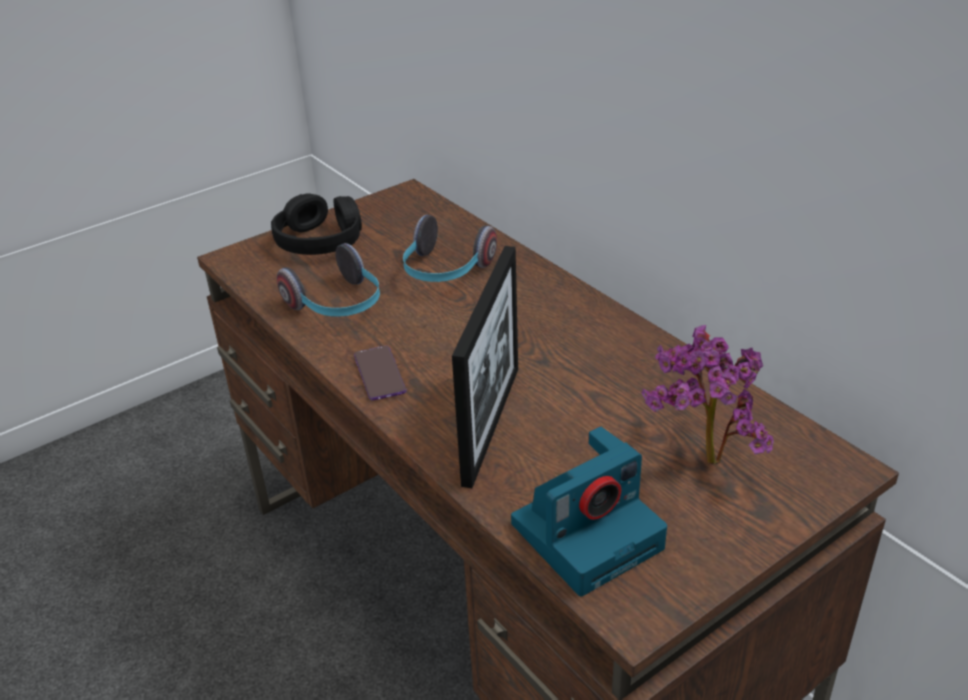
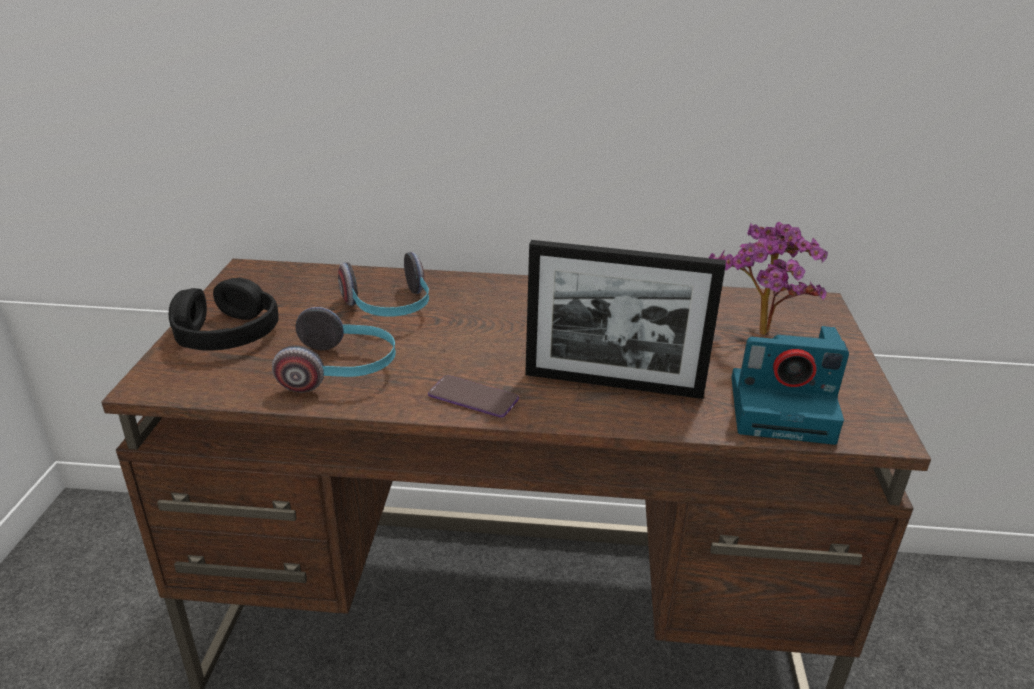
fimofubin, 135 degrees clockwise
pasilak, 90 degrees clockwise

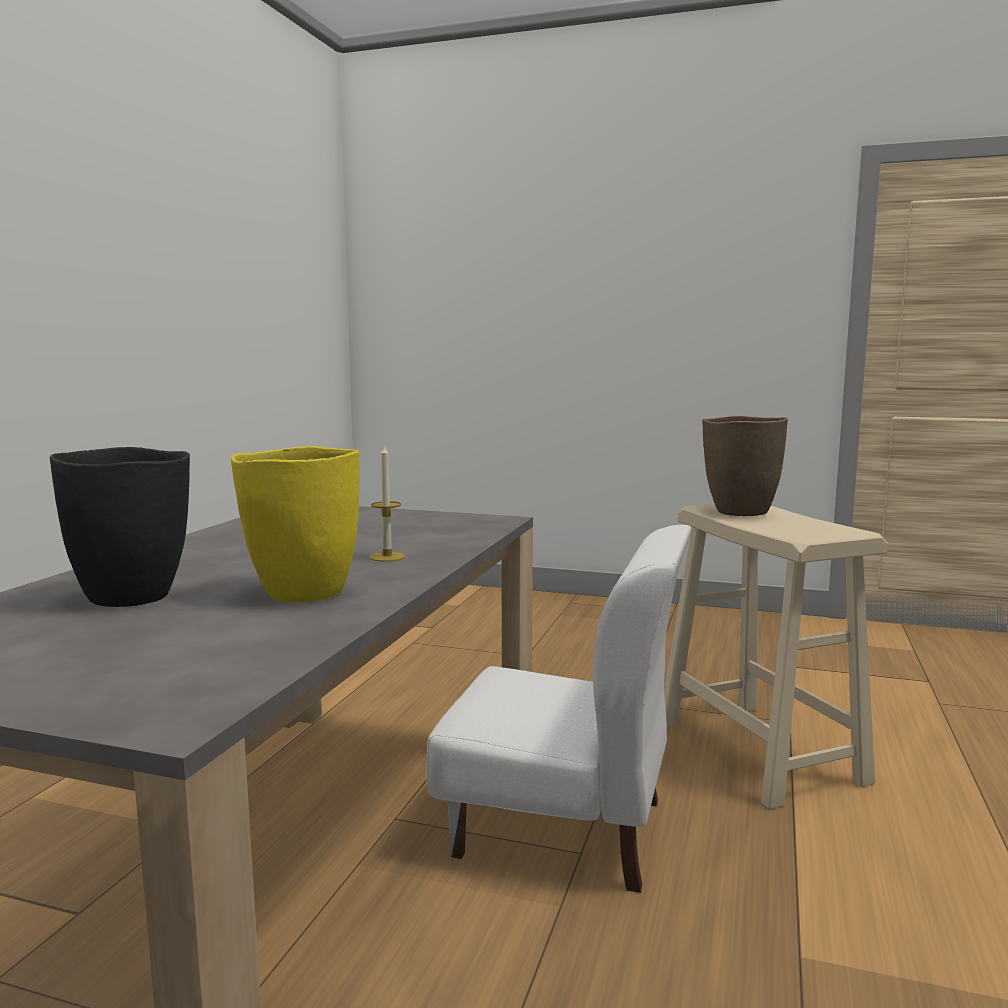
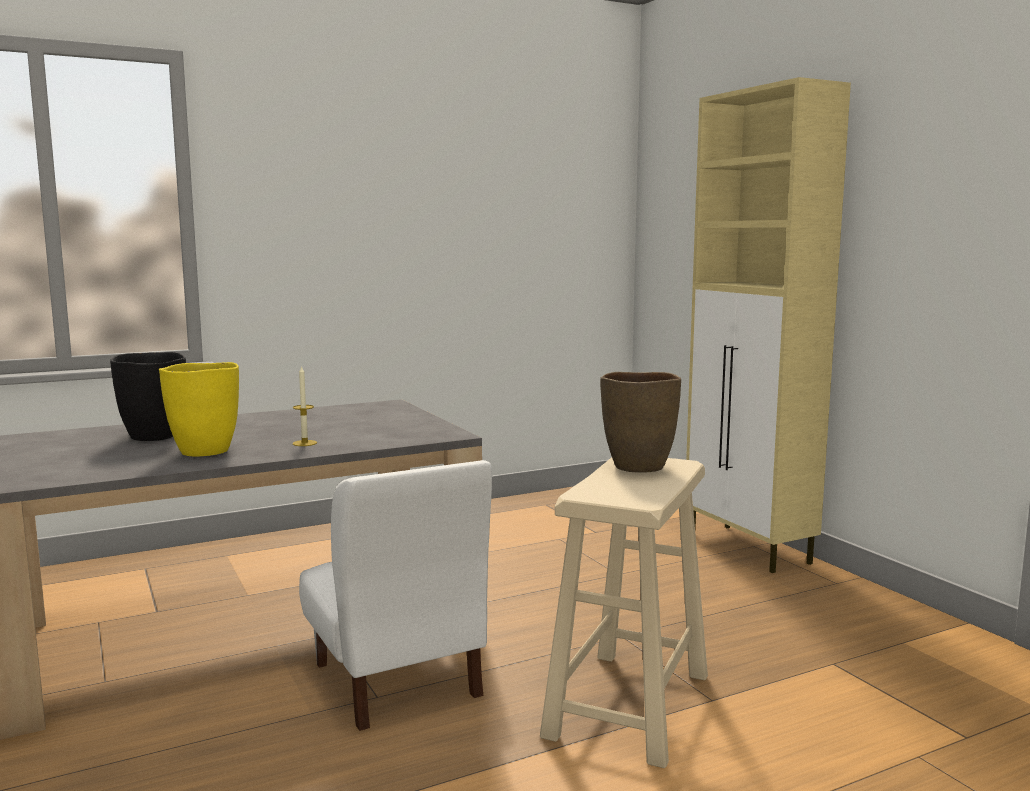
none -> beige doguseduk

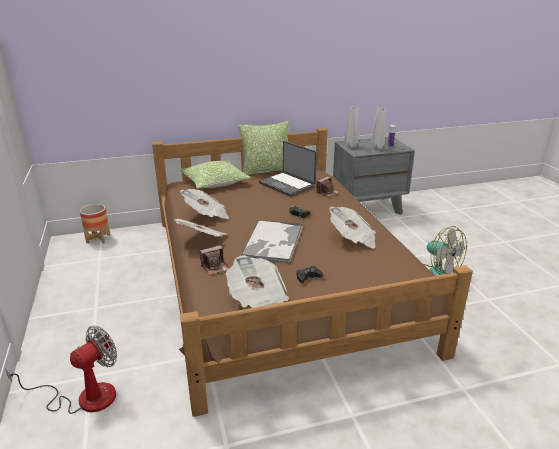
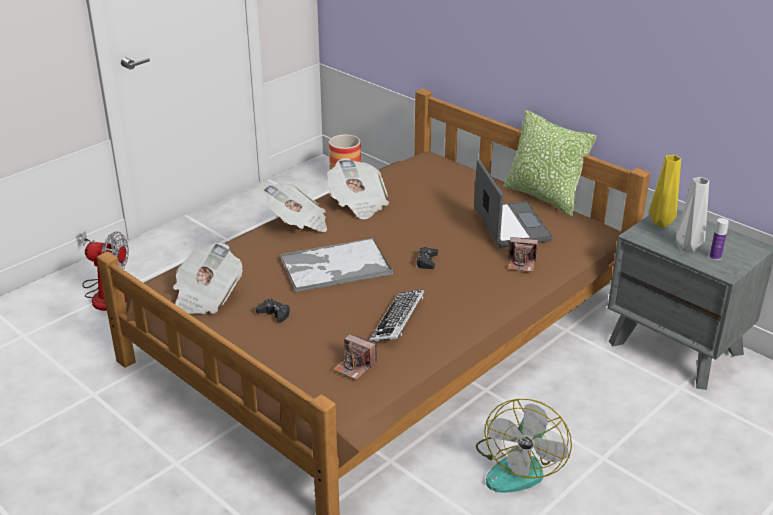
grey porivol (no. 1 from left) -> yellow porivol
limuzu, 150 degrees clockwise
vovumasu (no. 1 from left) -> none
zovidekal (no. 4 from left) -> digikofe
pasilak (no. 1 from left), relocated

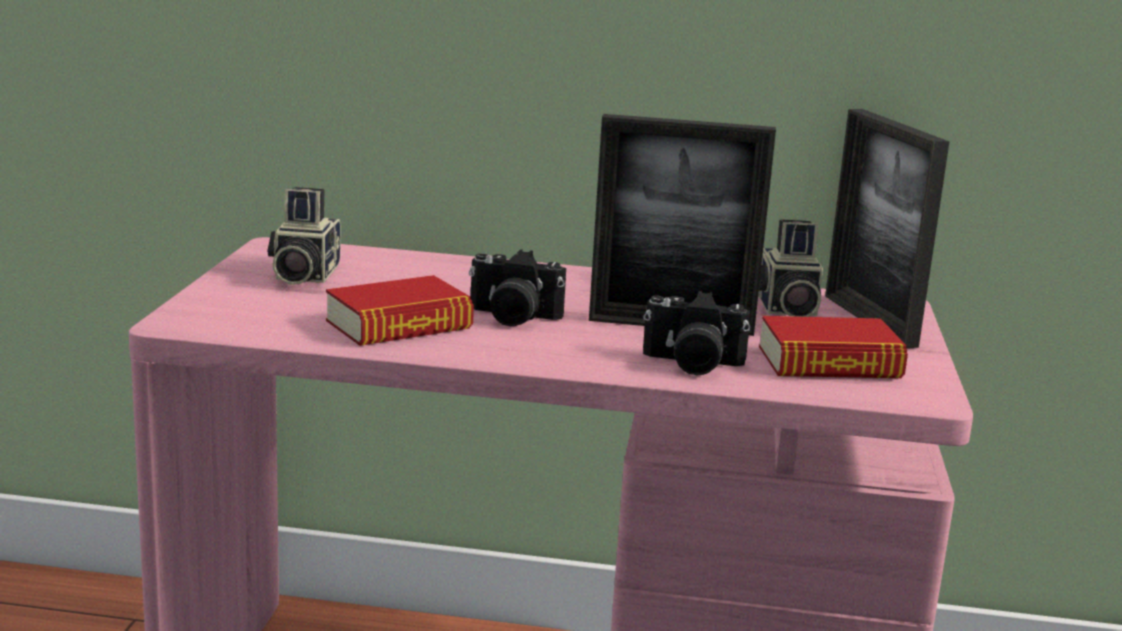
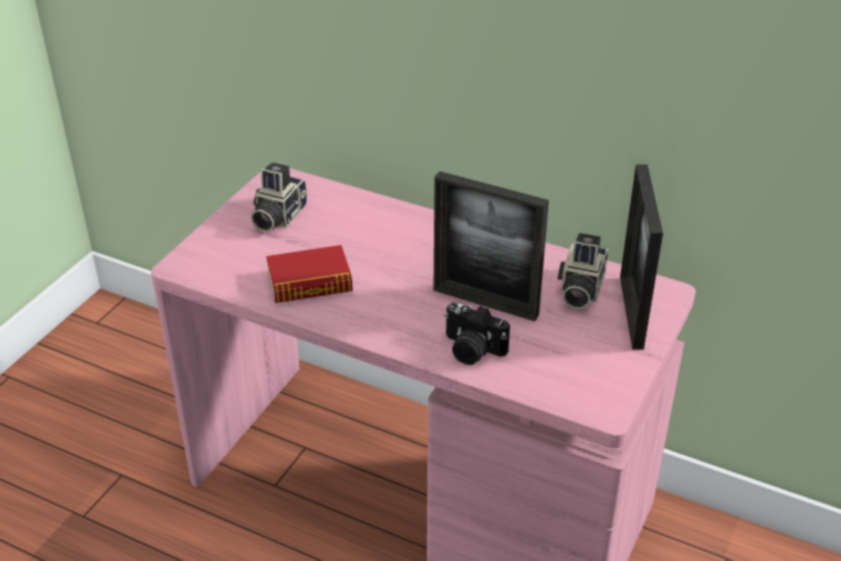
pasilak (no. 2 from left) -> none
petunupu (no. 2 from left) -> none

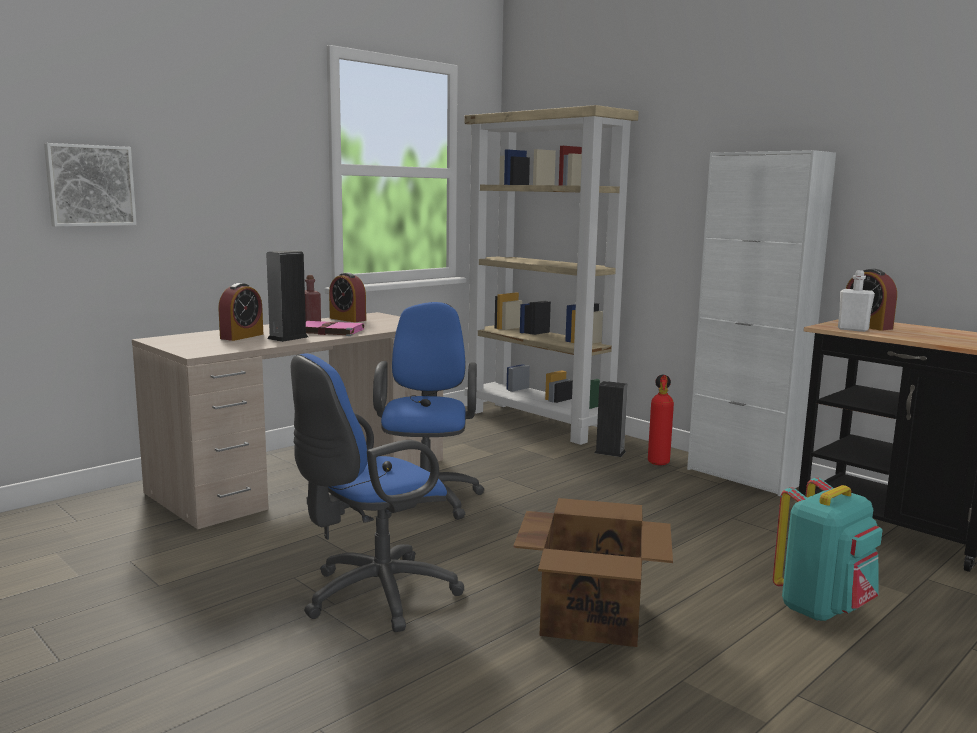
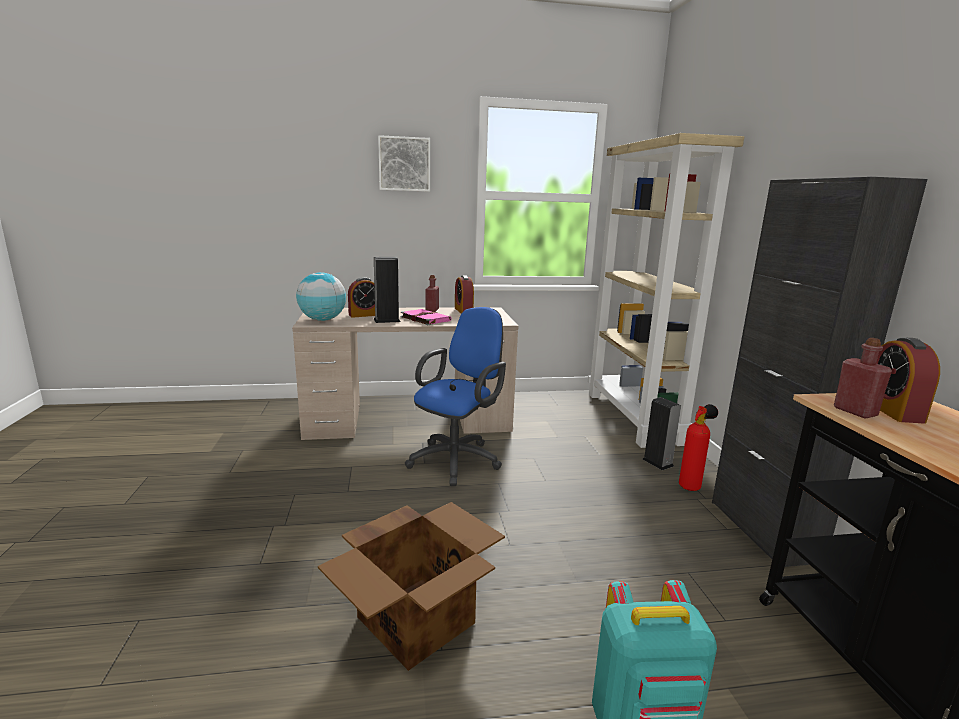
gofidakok, relocated
white doguseduk -> black doguseduk
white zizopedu -> red zizopedu (no. 2 from left)
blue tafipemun (no. 1 from left) -> none
none -> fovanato

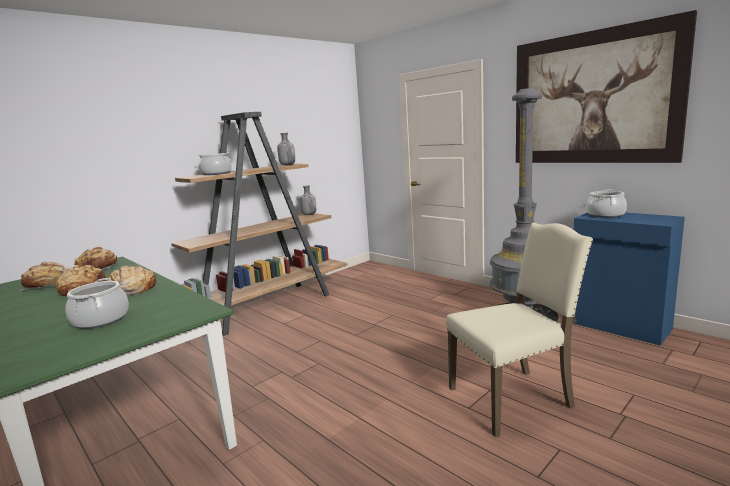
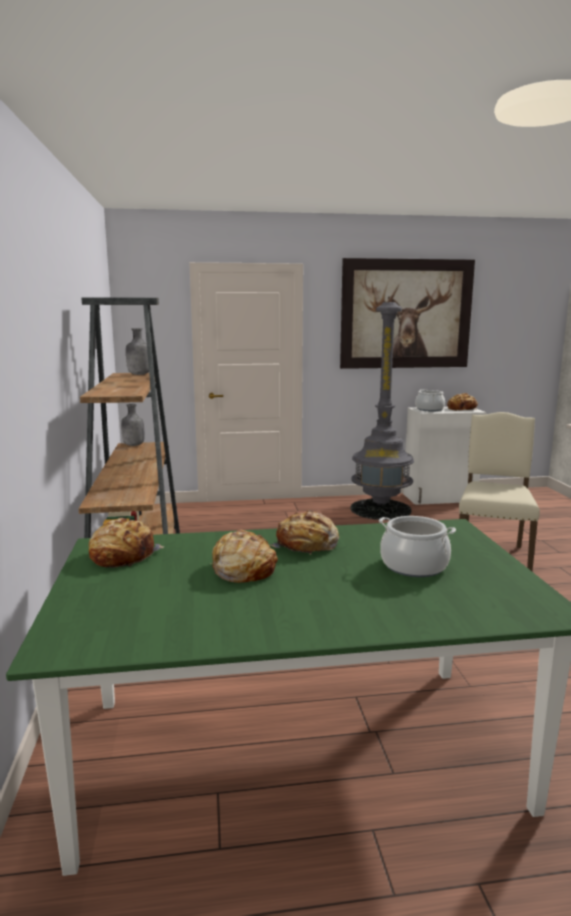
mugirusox (no. 2 from left) -> none
blue doguseduk -> white doguseduk
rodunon (no. 1 from left in the first image) -> rodunon (no. 4 from left), relocated

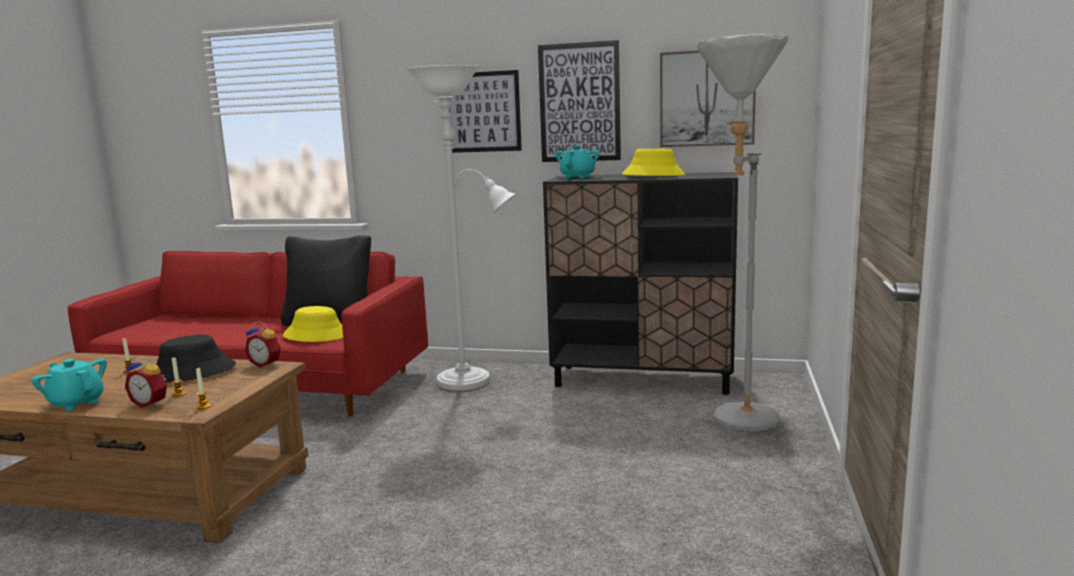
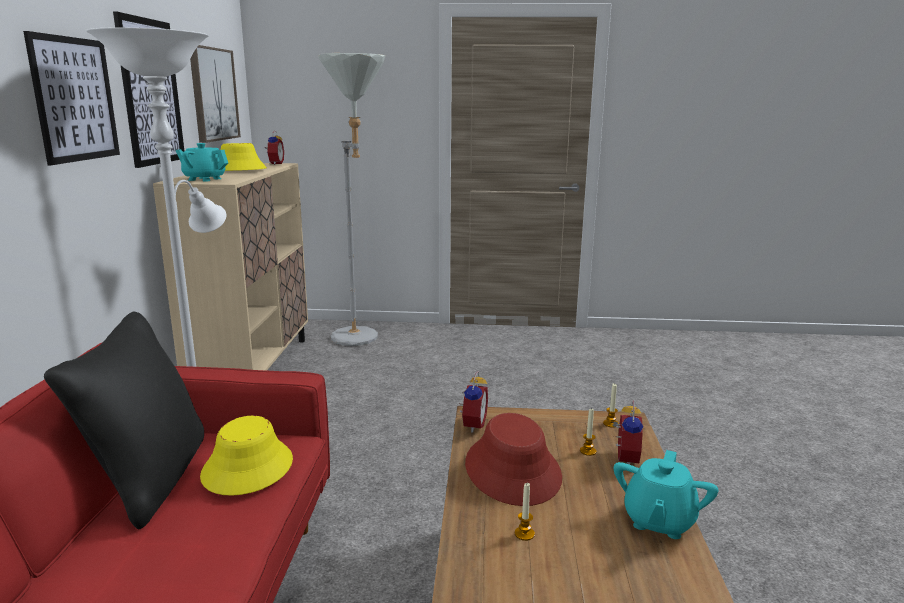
black doguseduk -> beige doguseduk
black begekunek -> red begekunek
none -> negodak (no. 1 from left)

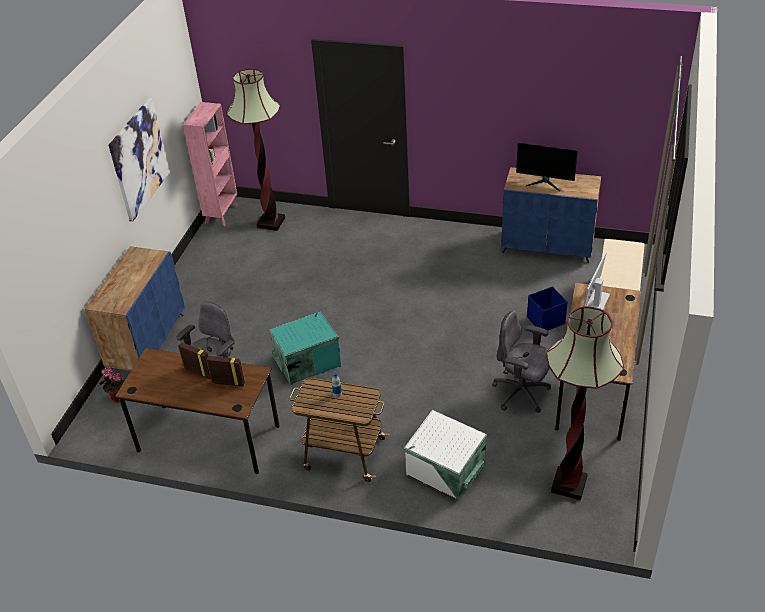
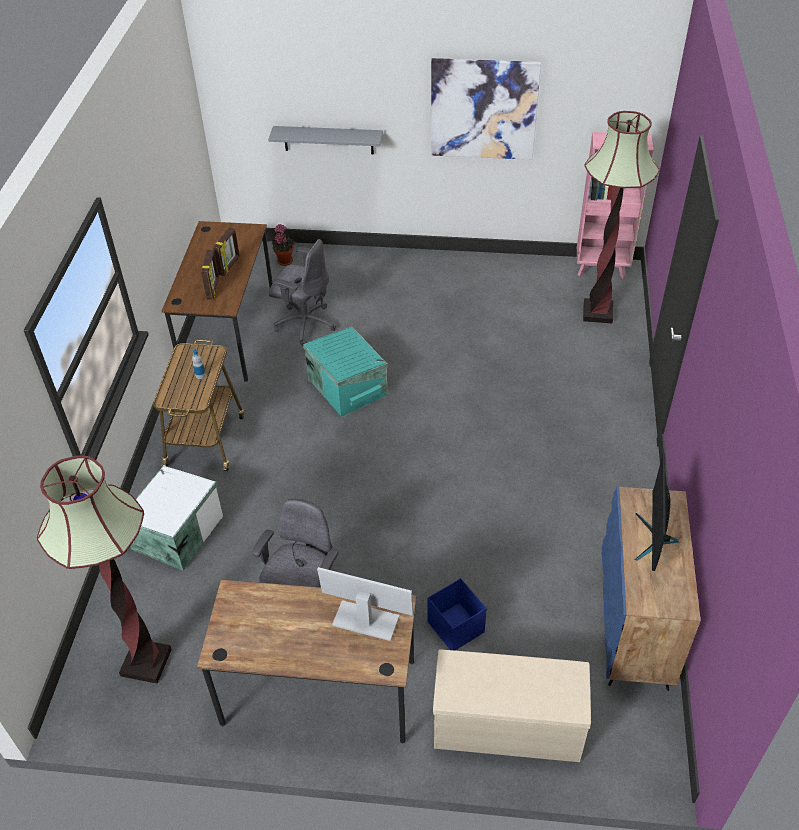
blue doguseduk (no. 1 from left) -> none
none -> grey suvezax

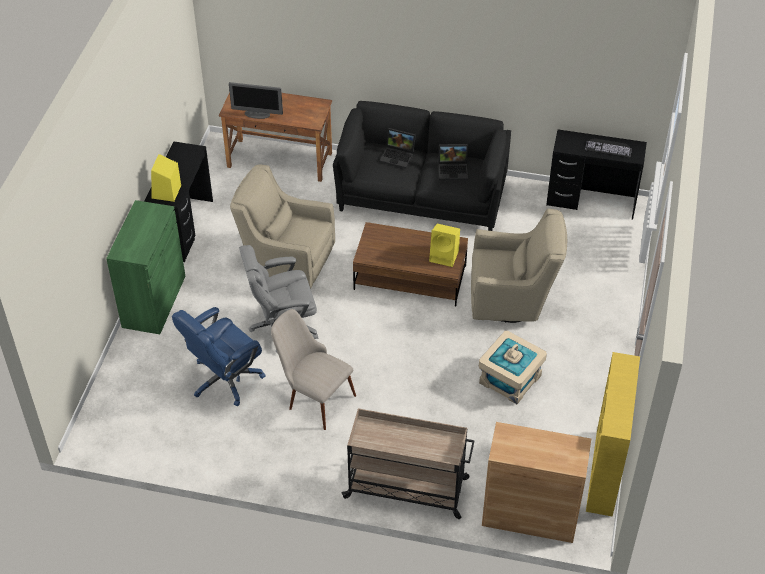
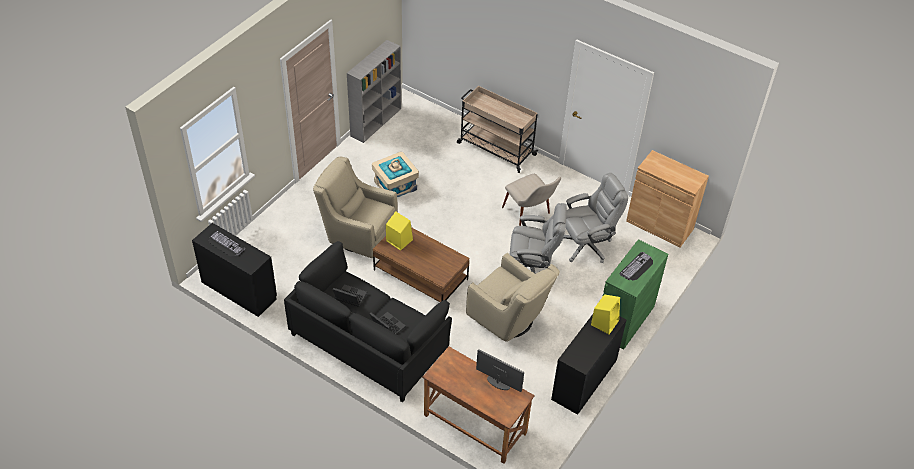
blue tafipemun -> grey tafipemun (no. 2 from left)
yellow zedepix -> grey zedepix
brown doguseduk, relocated
none -> digikofe (no. 2 from left)

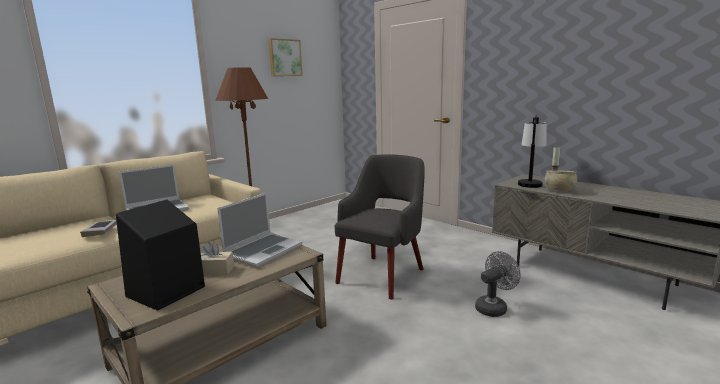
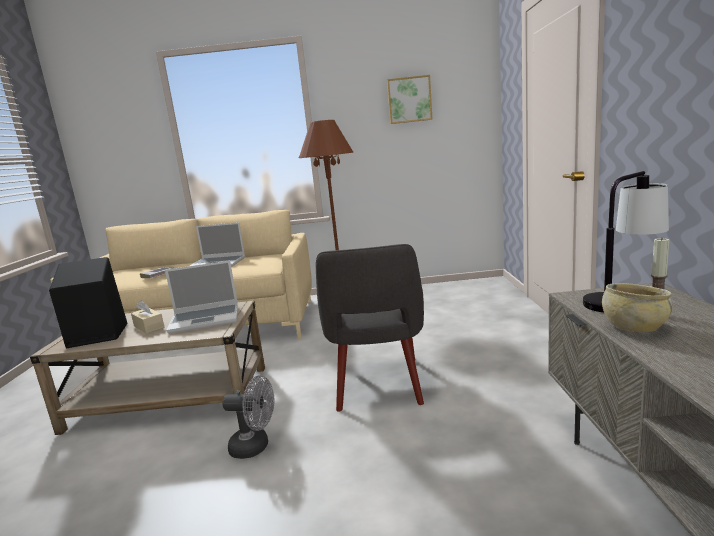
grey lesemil, 105 degrees clockwise
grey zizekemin, relocated

